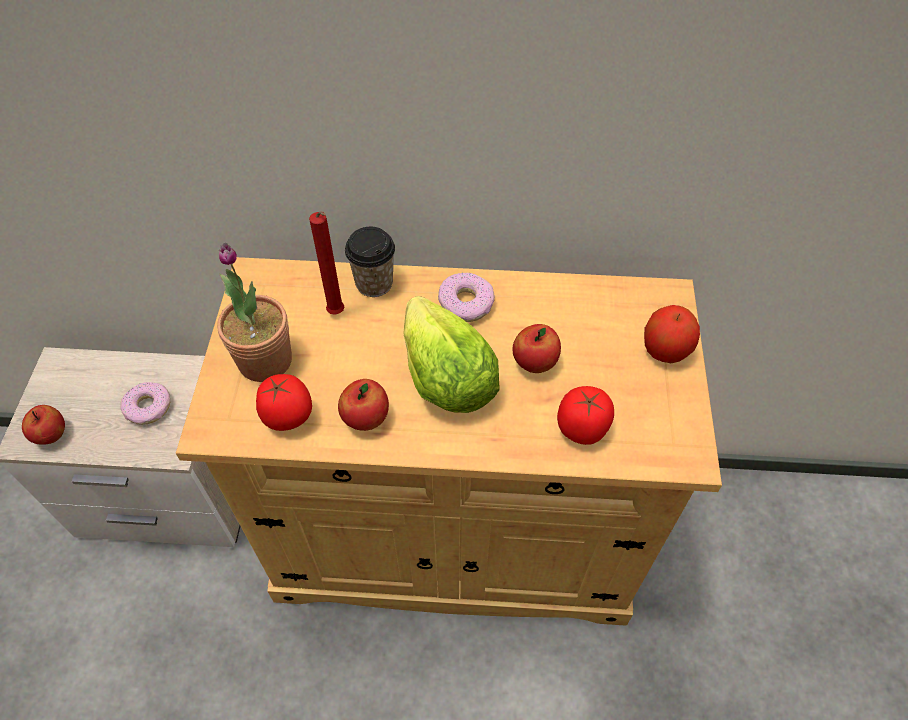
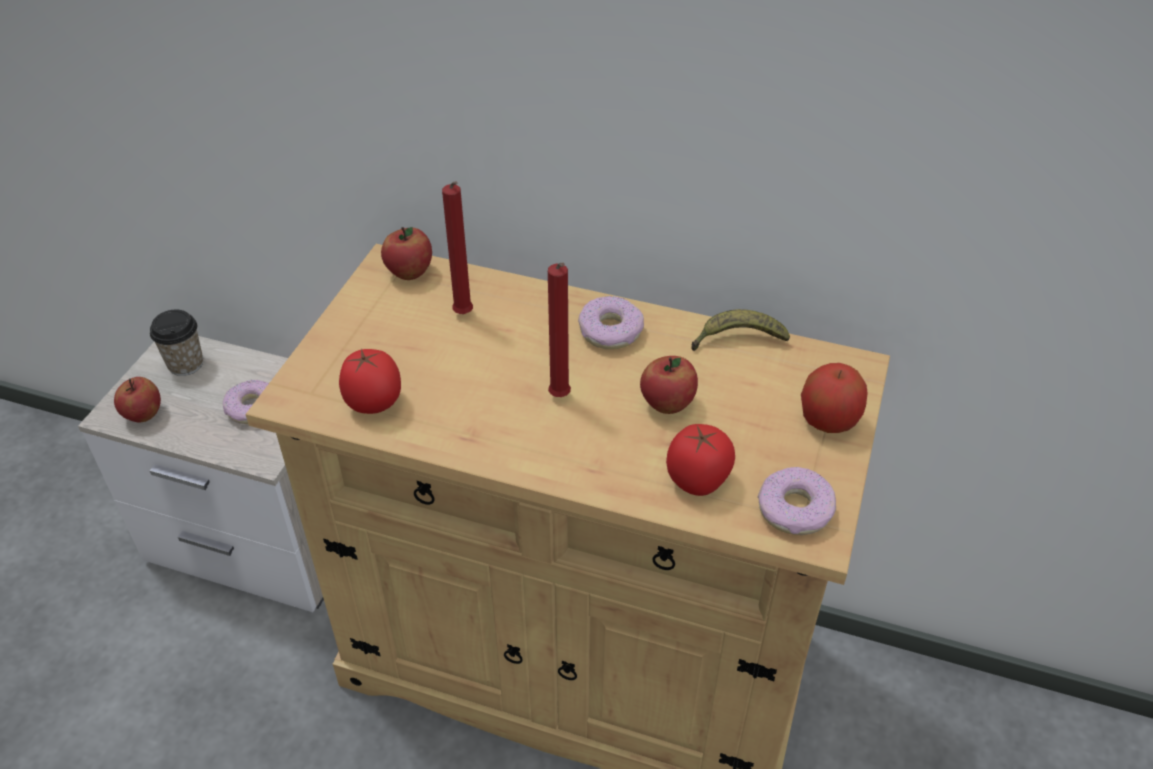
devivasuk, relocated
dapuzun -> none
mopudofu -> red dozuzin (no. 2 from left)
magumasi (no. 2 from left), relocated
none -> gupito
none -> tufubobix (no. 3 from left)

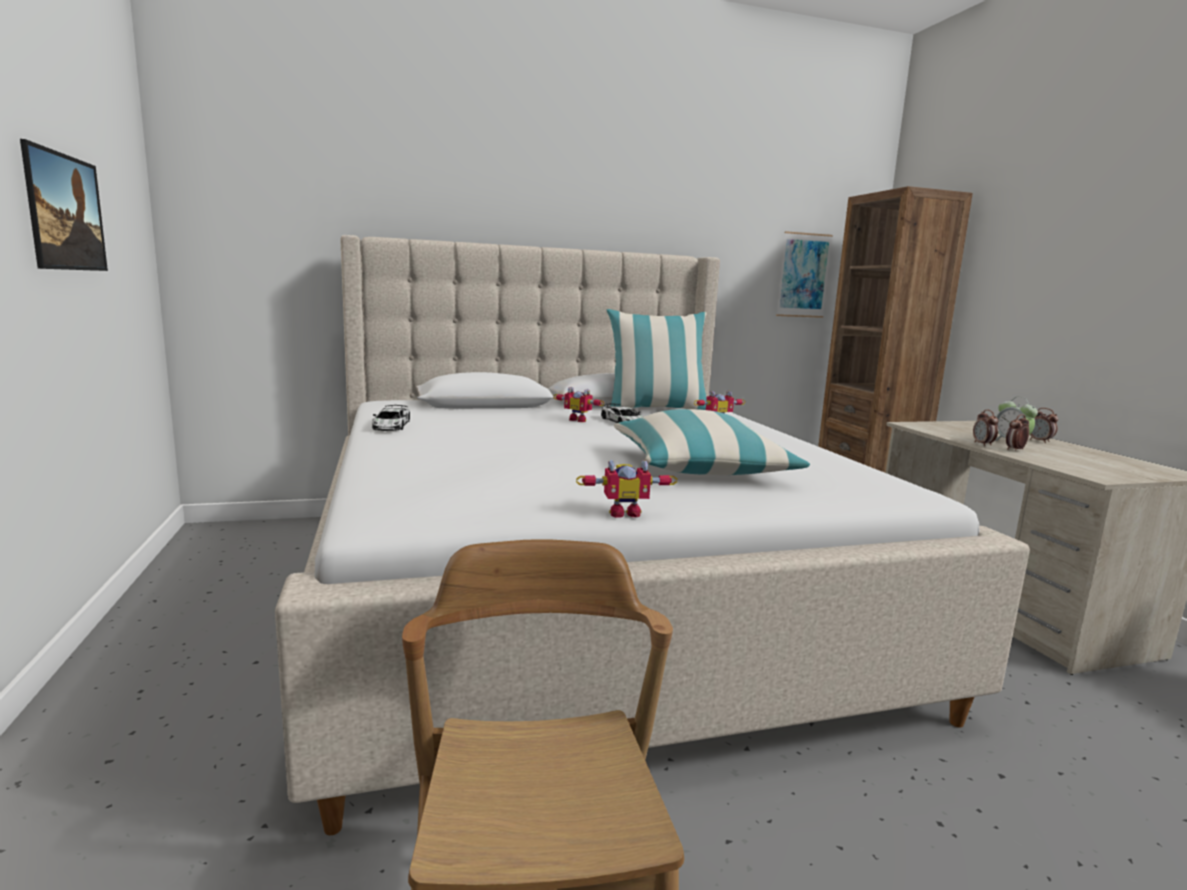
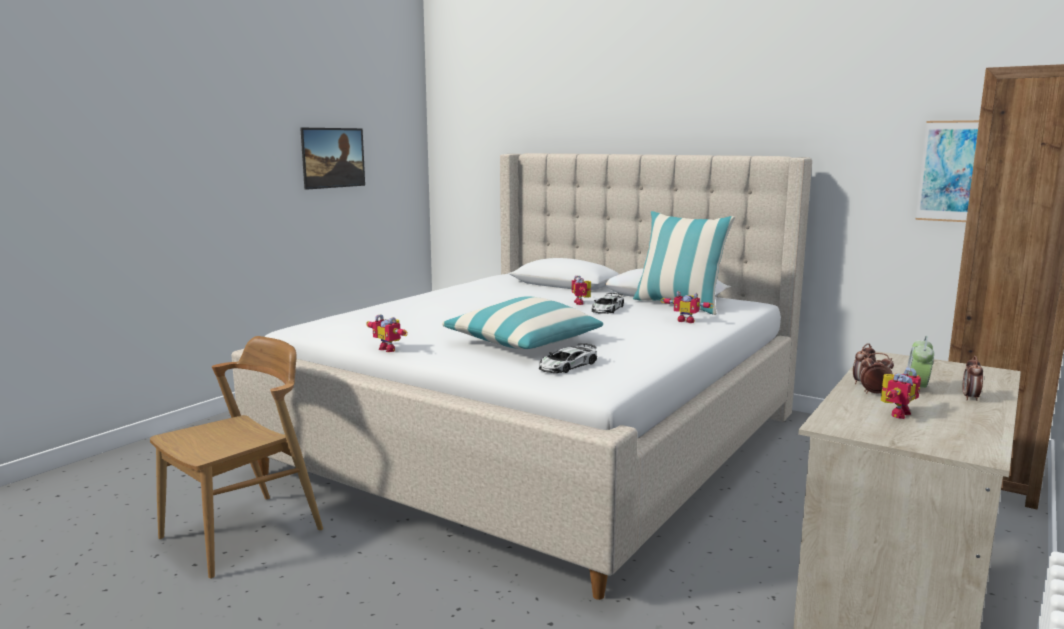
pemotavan (no. 1 from left), relocated
none -> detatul (no. 4 from left)

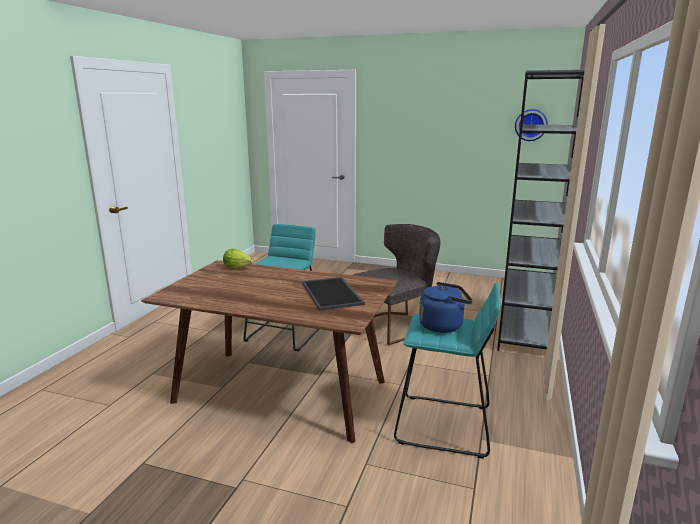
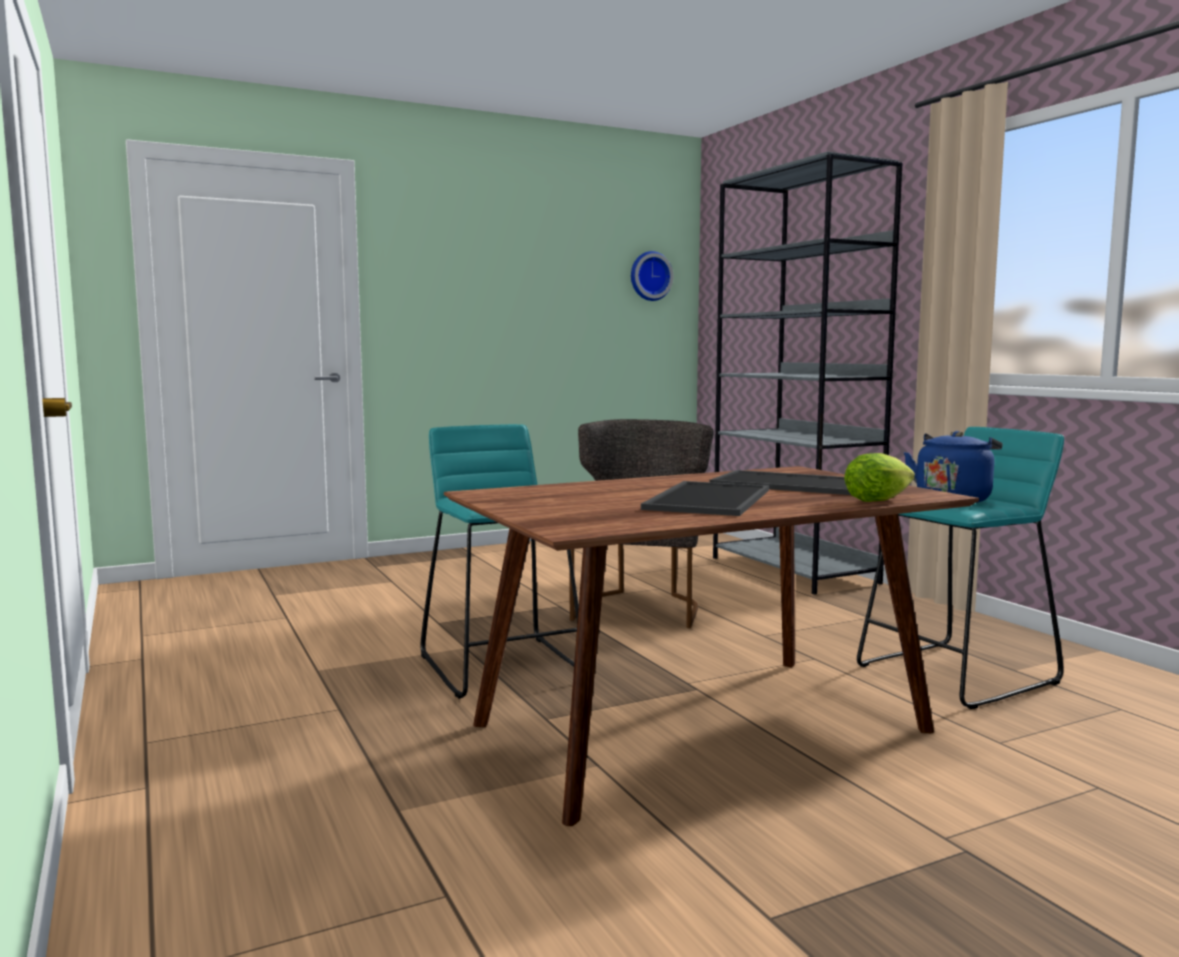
mopudofu, relocated
none -> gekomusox (no. 1 from left)

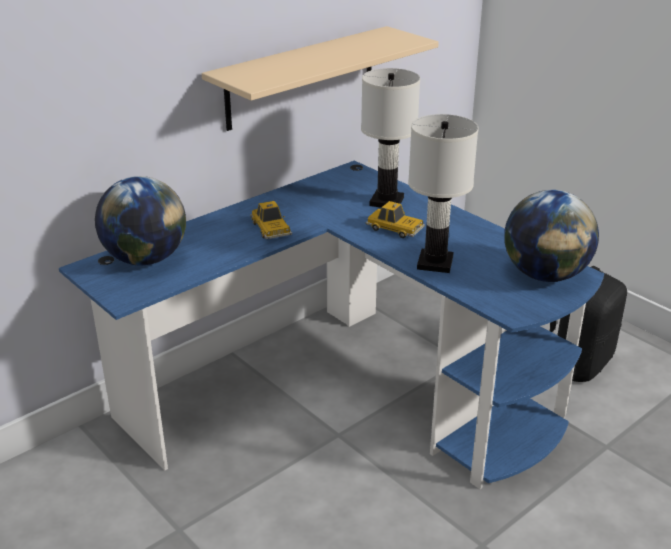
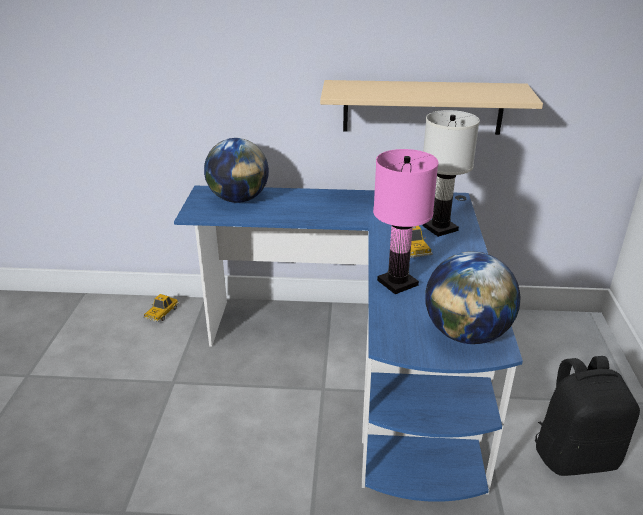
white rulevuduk (no. 2 from left) -> pink rulevuduk
pemotavan (no. 1 from left), relocated

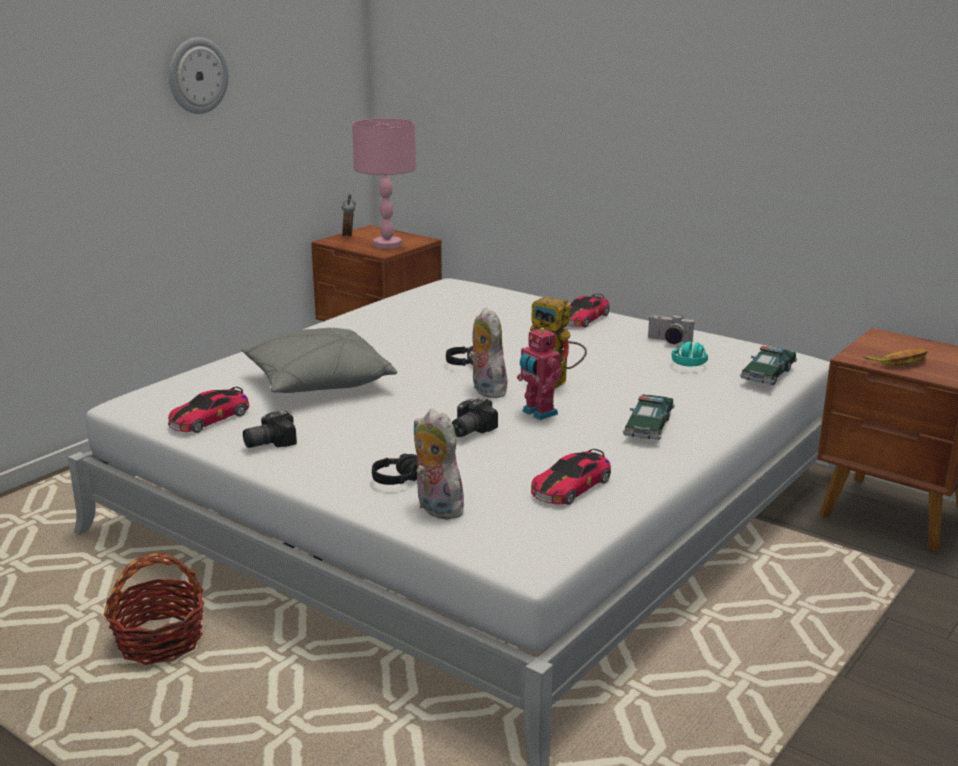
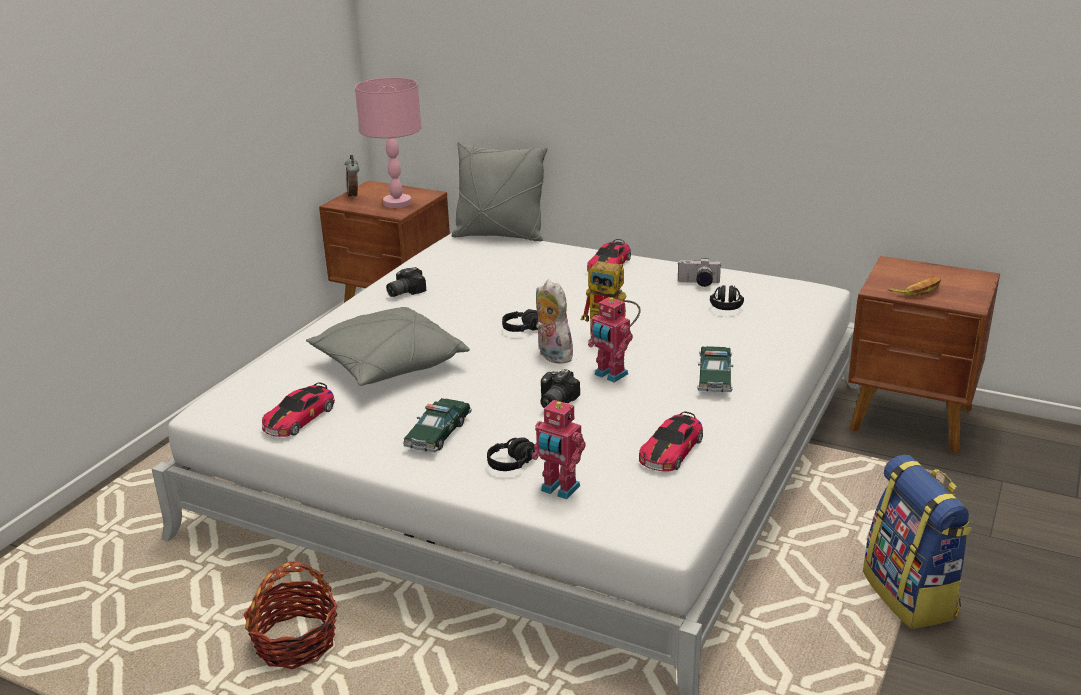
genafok -> none
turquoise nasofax -> black nasofax (no. 3 from left)
pemotavan (no. 5 from left in the first image) -> pemotavan (no. 2 from left), relocated
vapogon (no. 1 from left) -> detatul (no. 1 from left)
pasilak (no. 1 from left), relocated
none -> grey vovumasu (no. 2 from left)
none -> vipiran

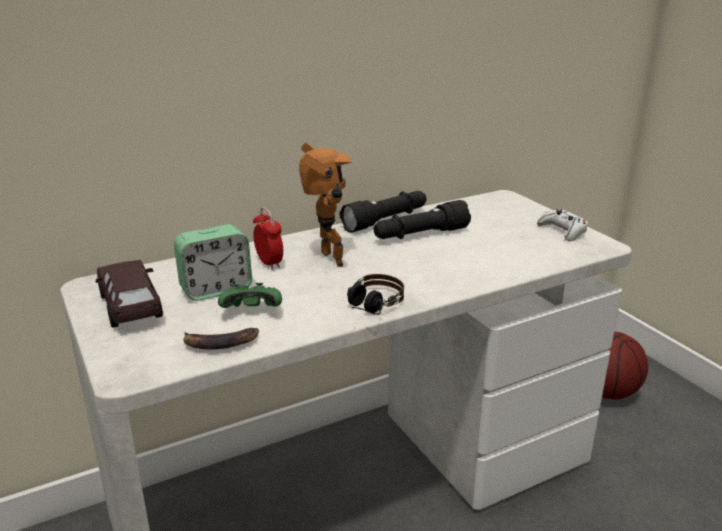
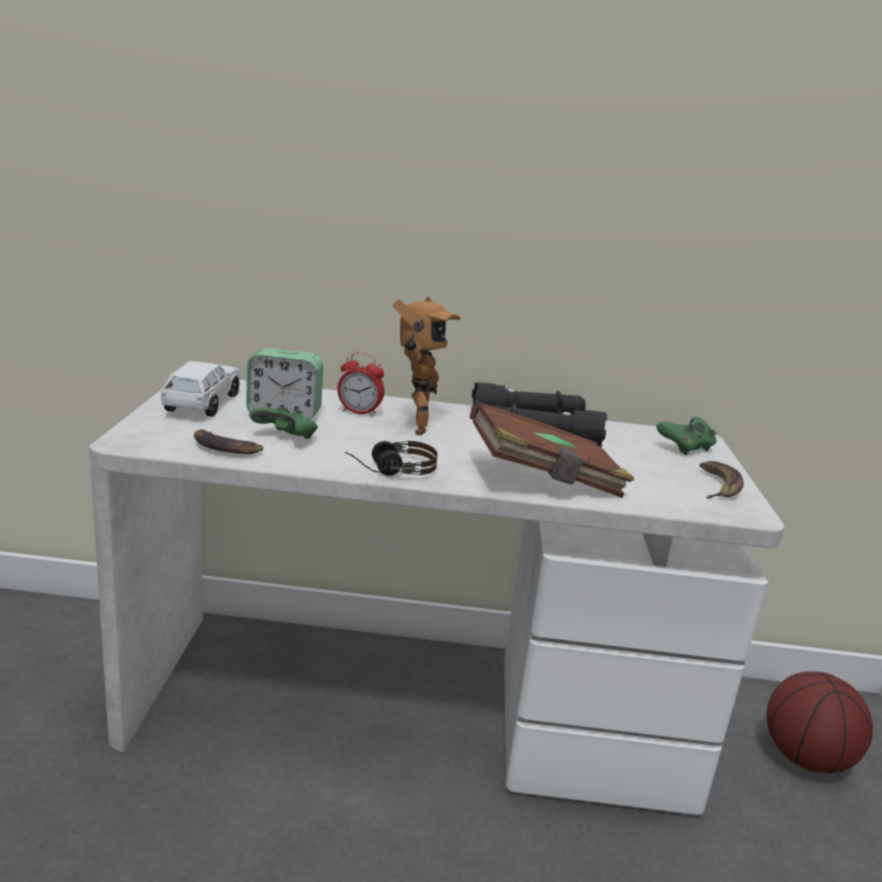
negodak (no. 2 from left), 105 degrees clockwise
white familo -> gupito (no. 2 from left)
brown pemotavan -> white pemotavan
none -> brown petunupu
none -> green familo (no. 2 from left)

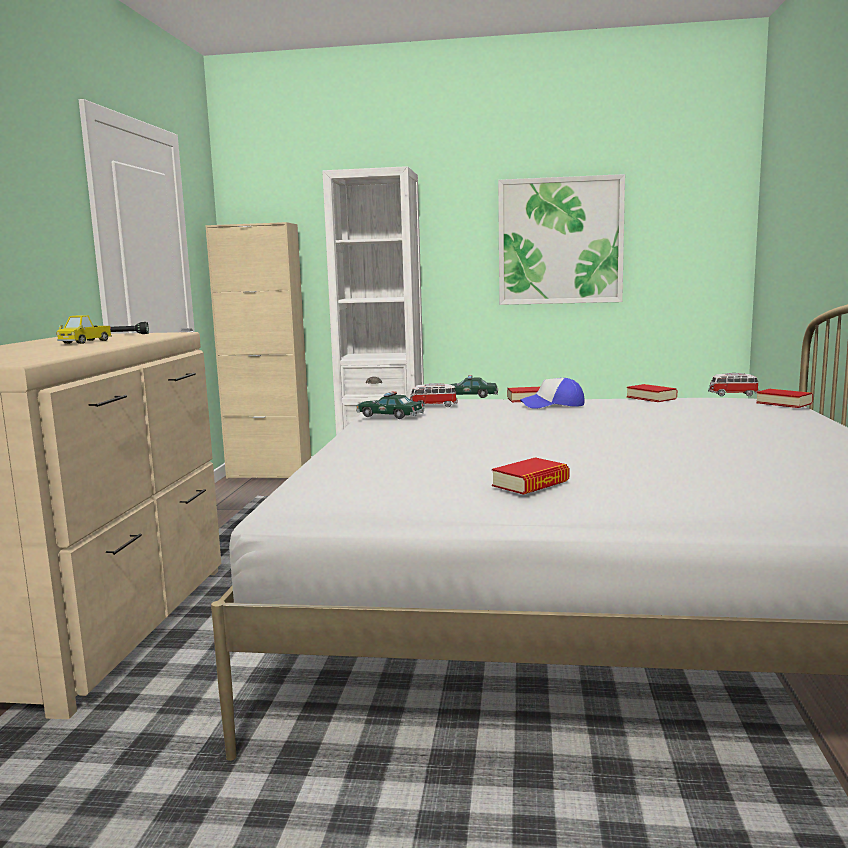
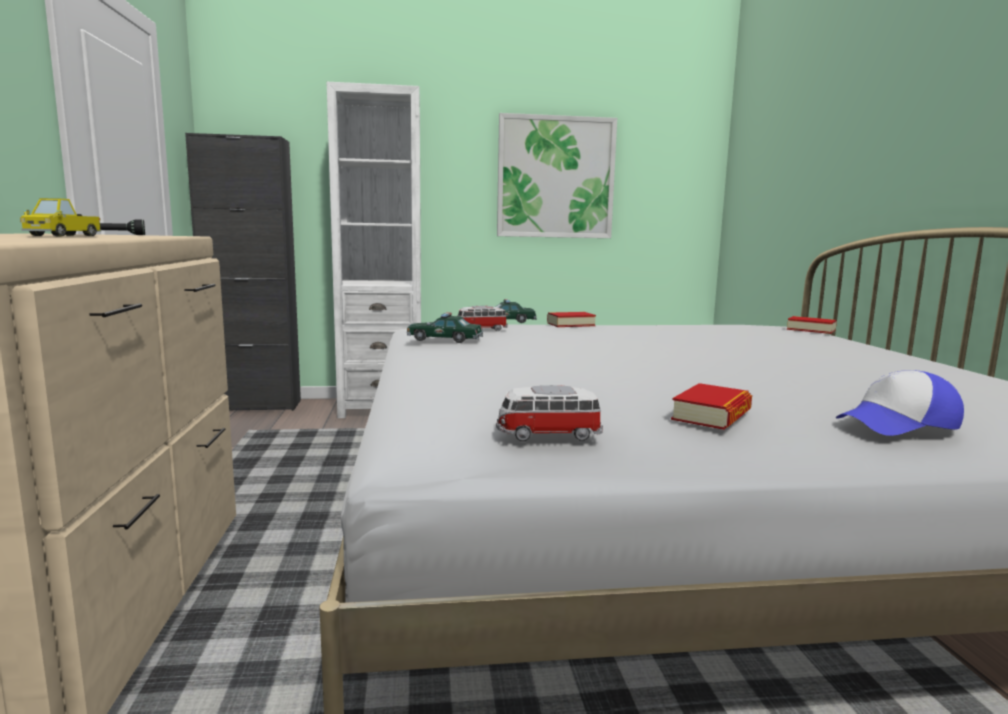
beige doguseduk -> black doguseduk
pemotavan (no. 4 from left), relocated
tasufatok, relocated
petunupu (no. 3 from left) -> none

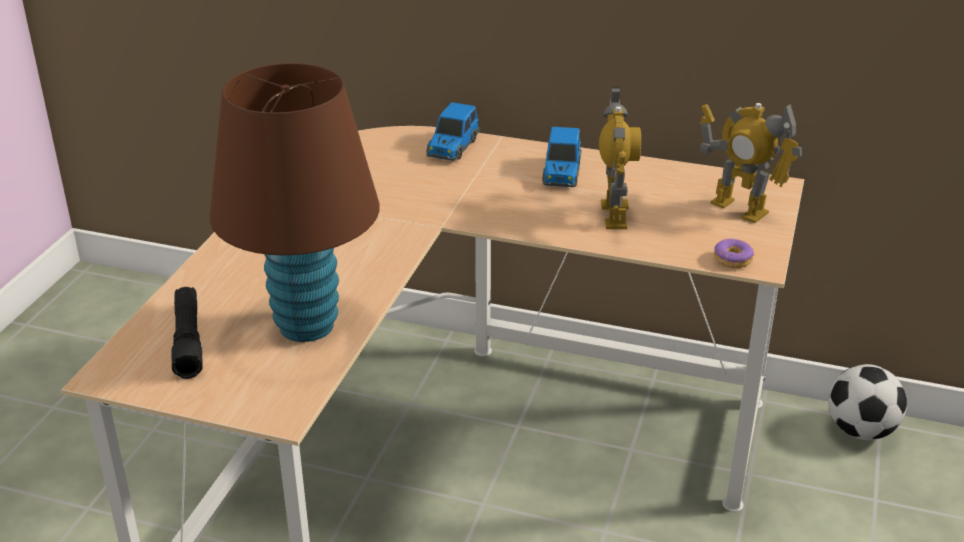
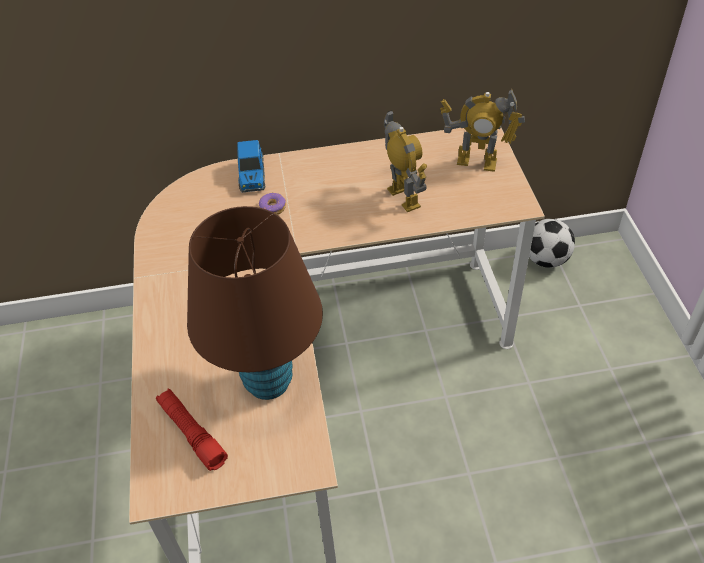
pemotavan (no. 2 from left) -> none
tufubobix, relocated
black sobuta -> red sobuta

